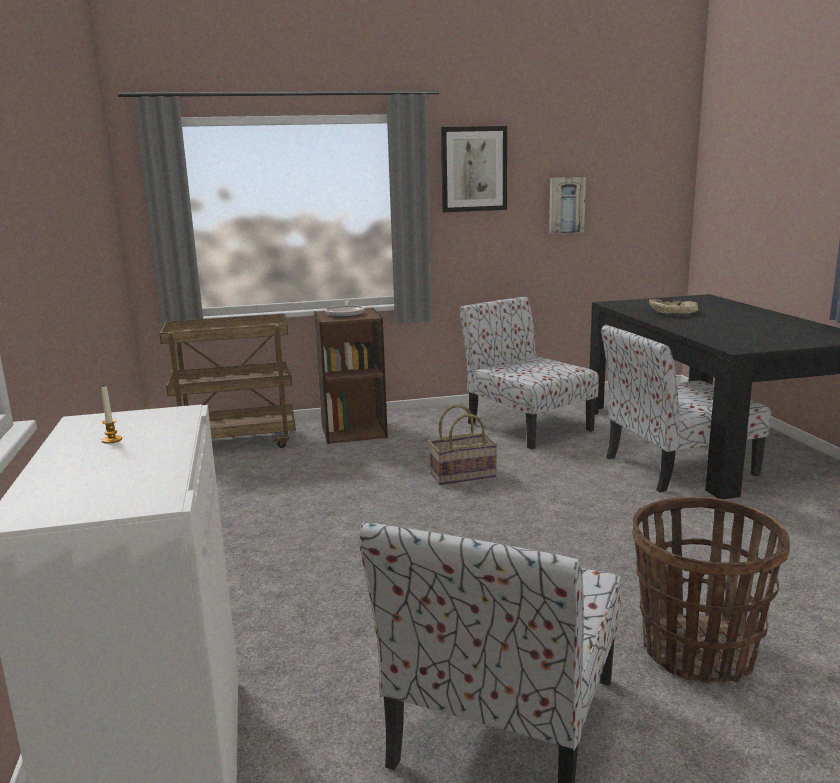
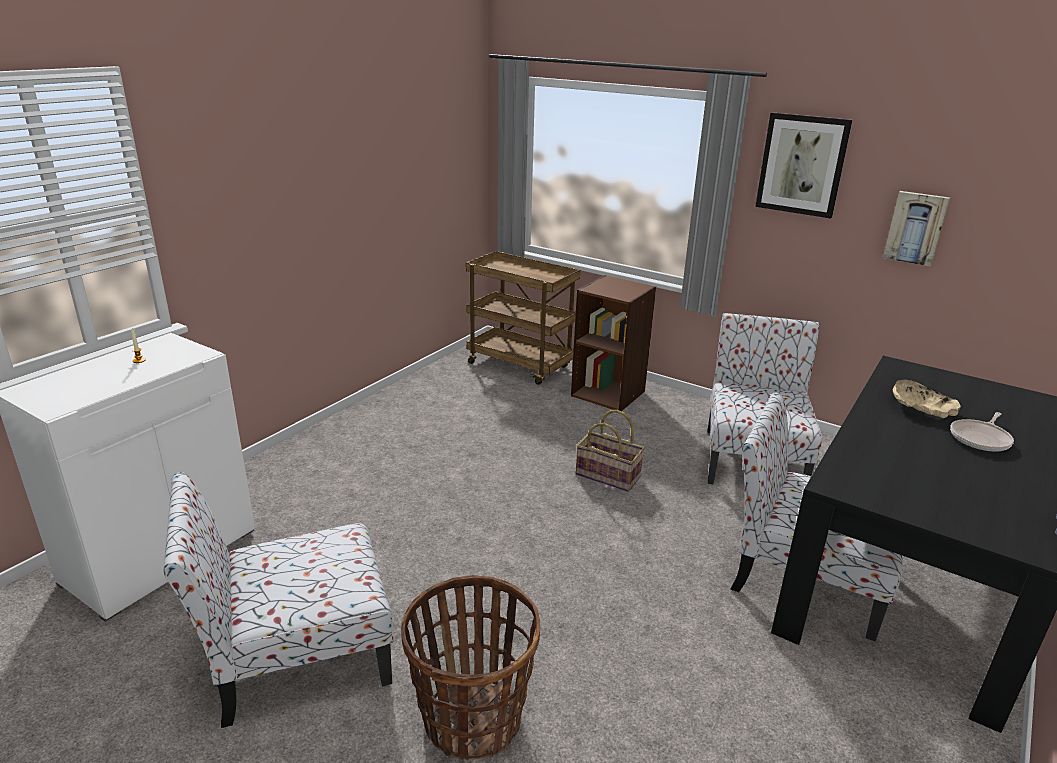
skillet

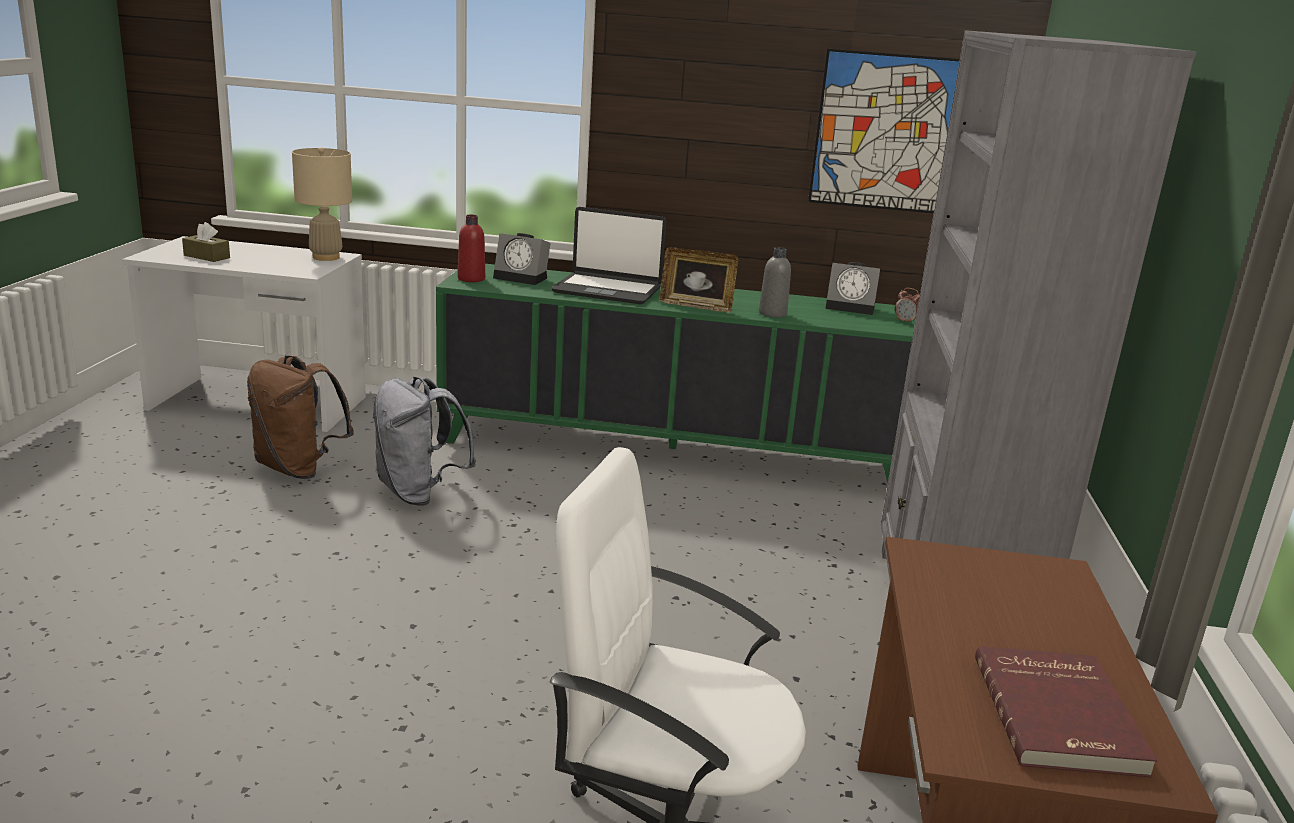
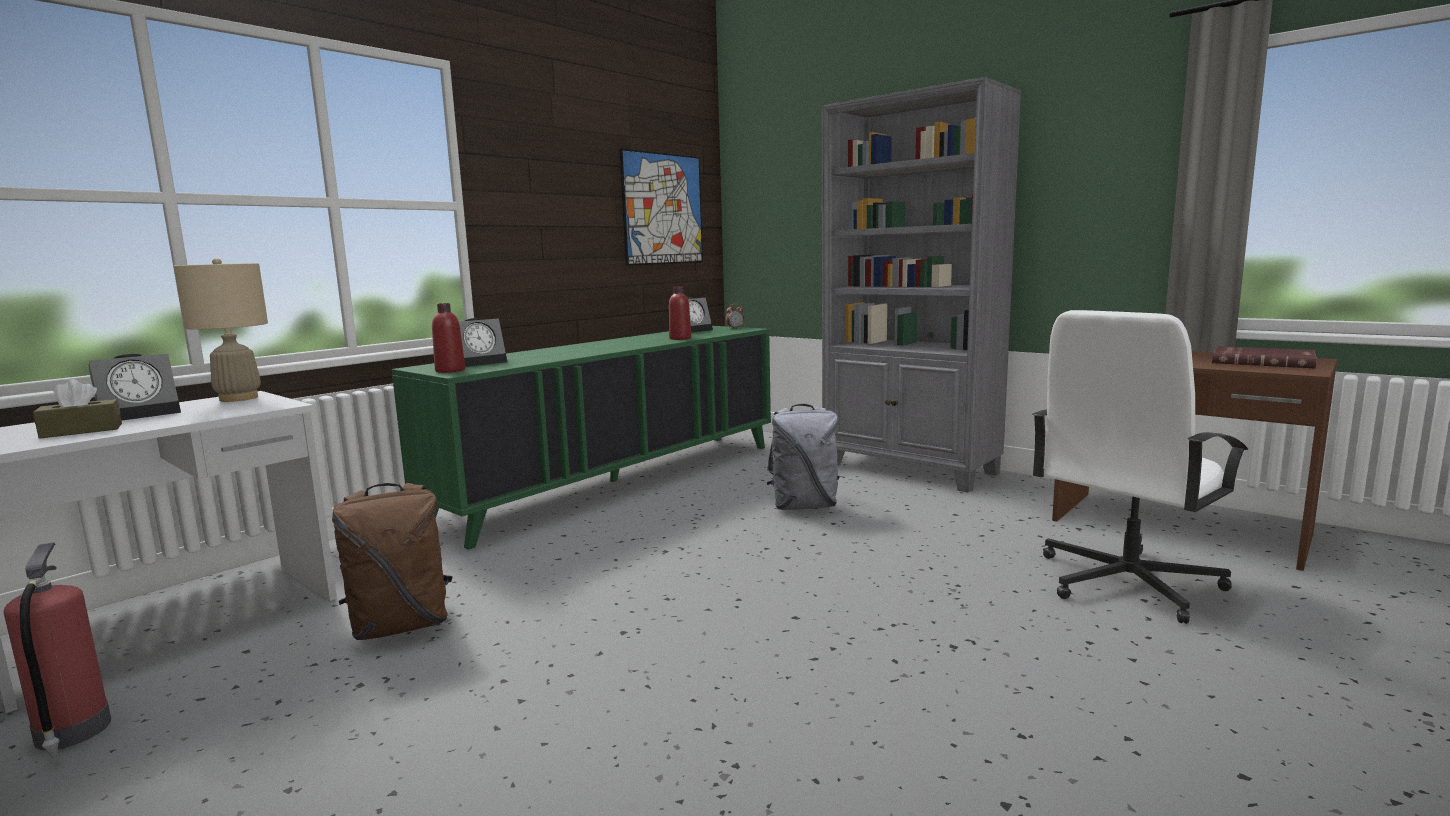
portable computer; standing frame; fire-fighting cylinder; table clock (1st from left); backpack/grey; drink bottle/red (2nd from left)

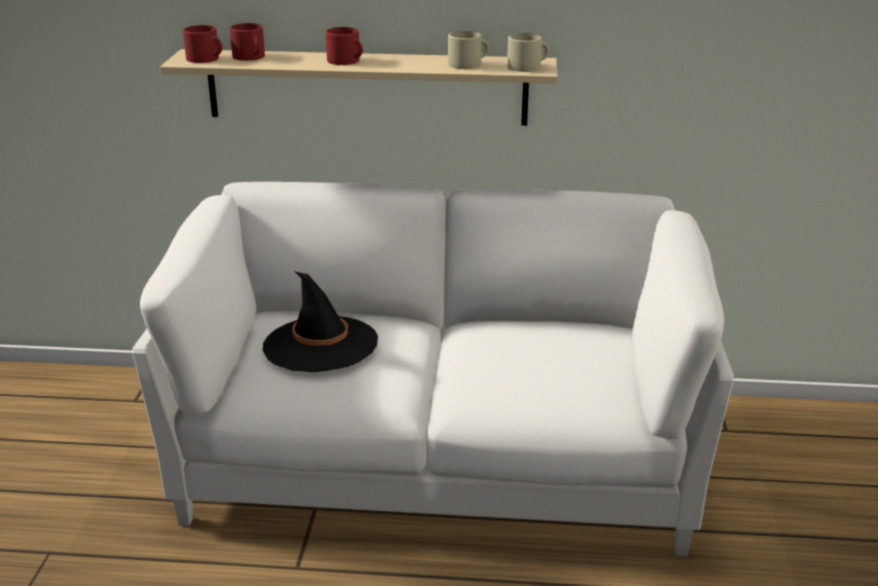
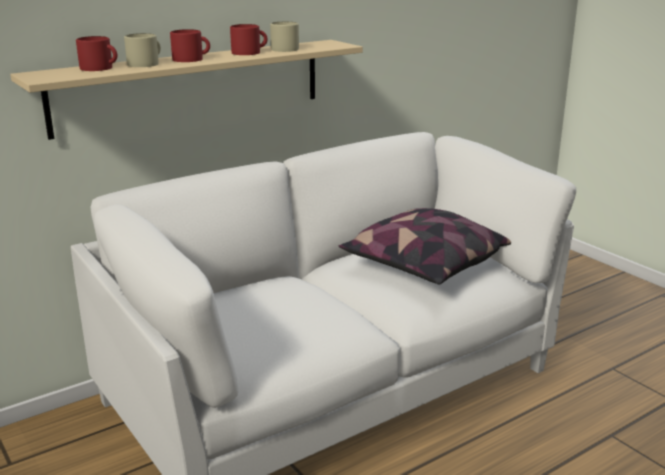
wearable hat/blackish; cushion; coffee mug/red (3rd from left); coffee mug/sand-coloured (1st from left)

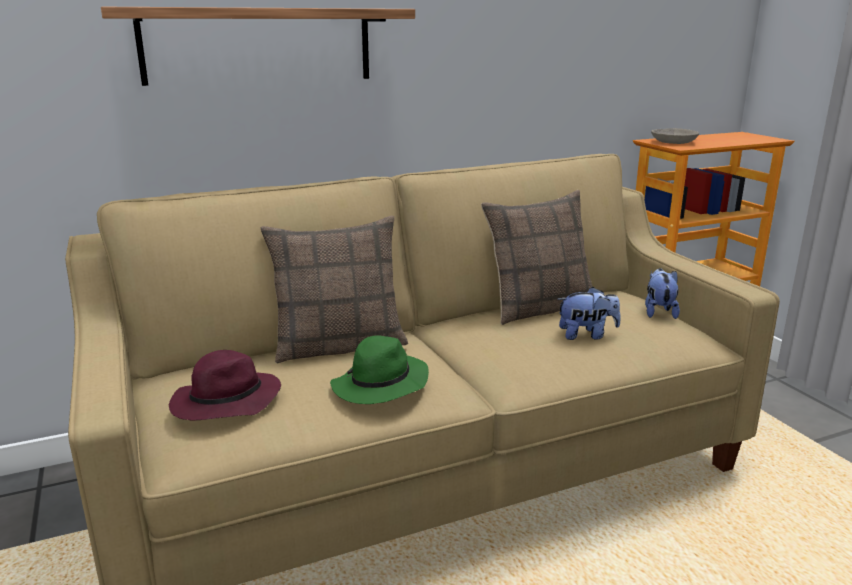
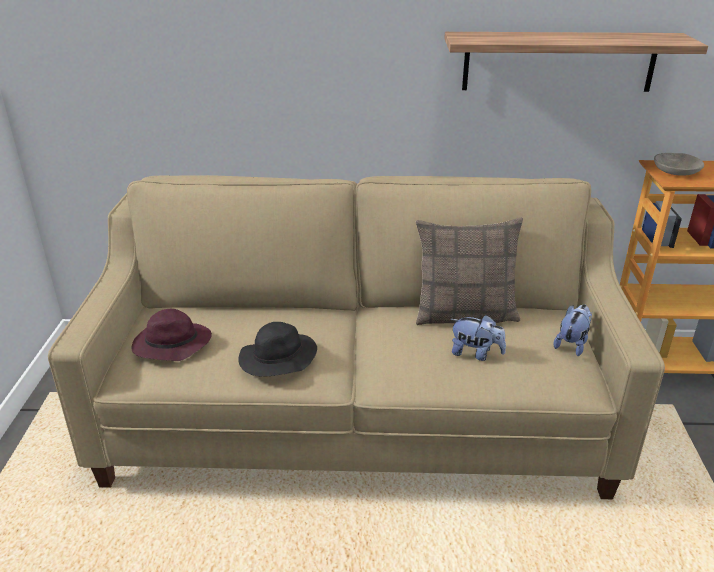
cushion (1st from left in the first image); bracket shelf; wearable hat/blackish

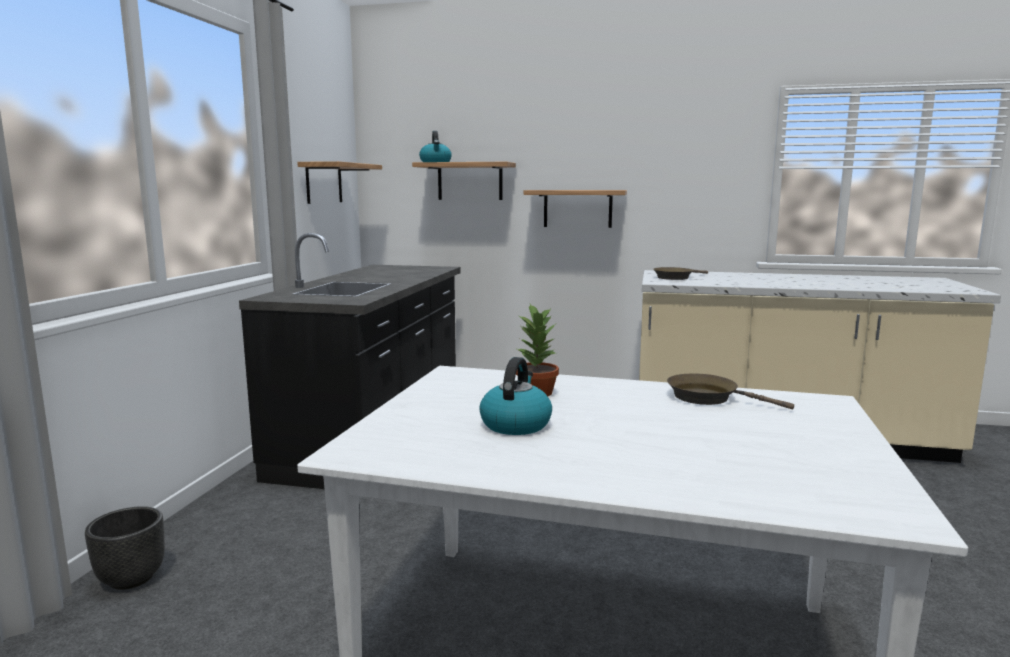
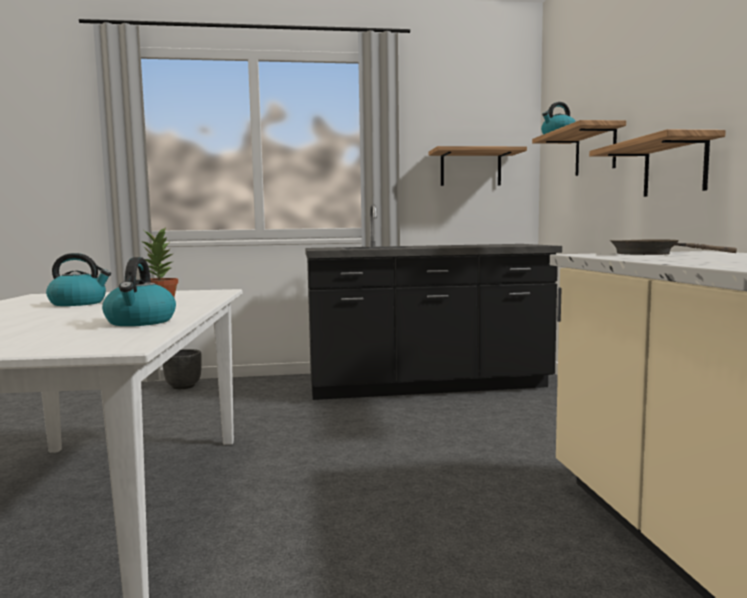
tea kettle (2nd from left)

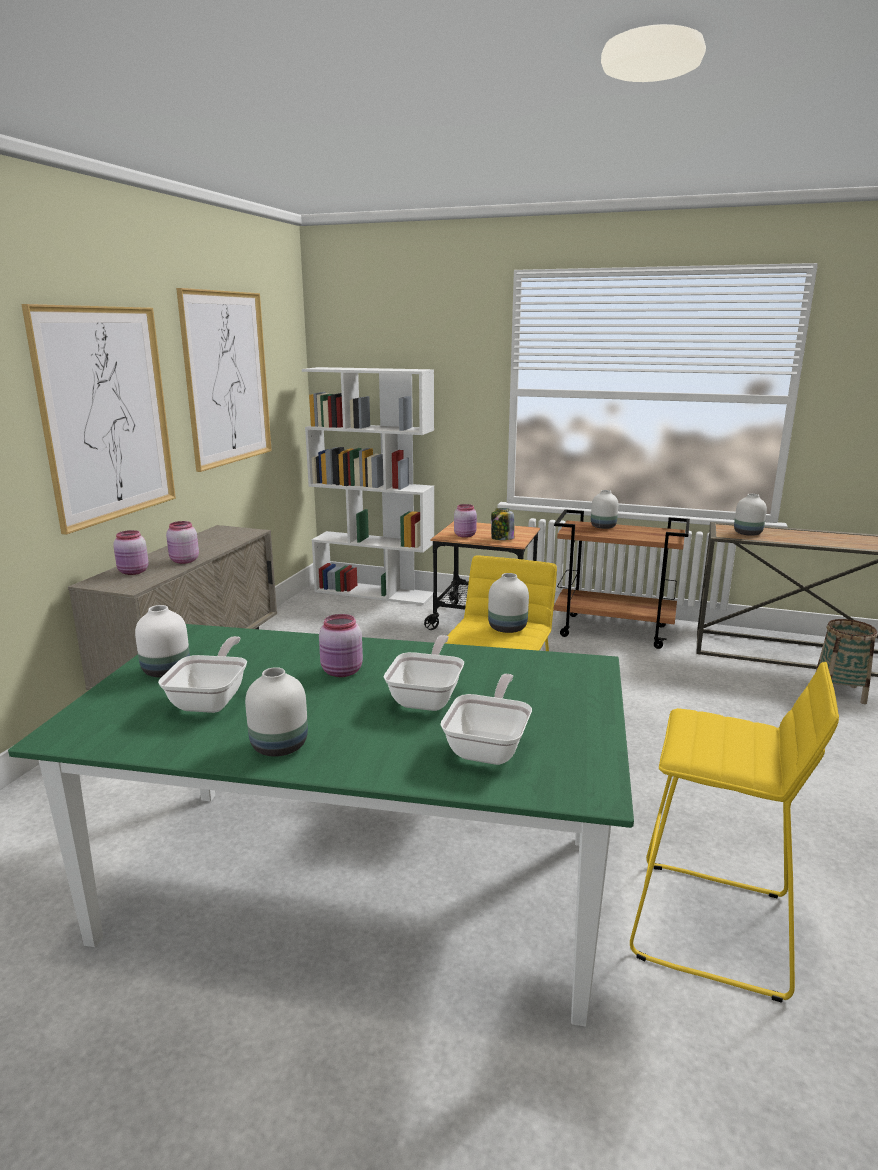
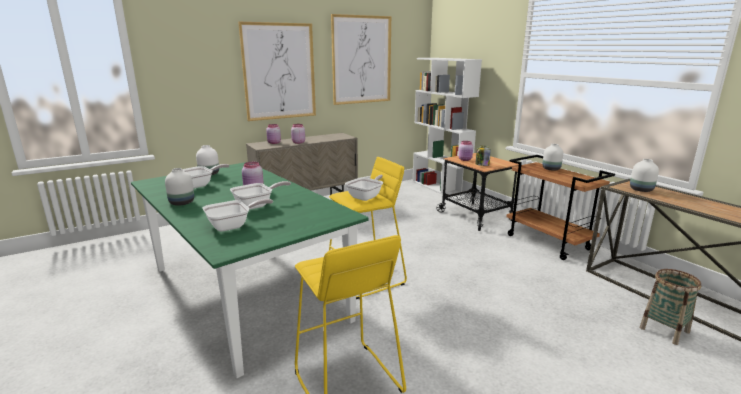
skillet (4th from left)

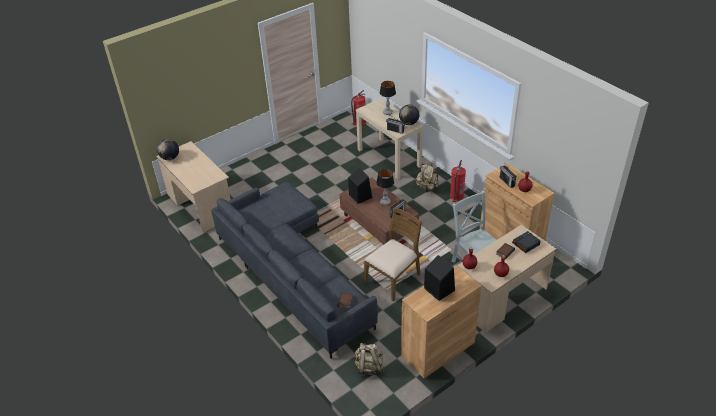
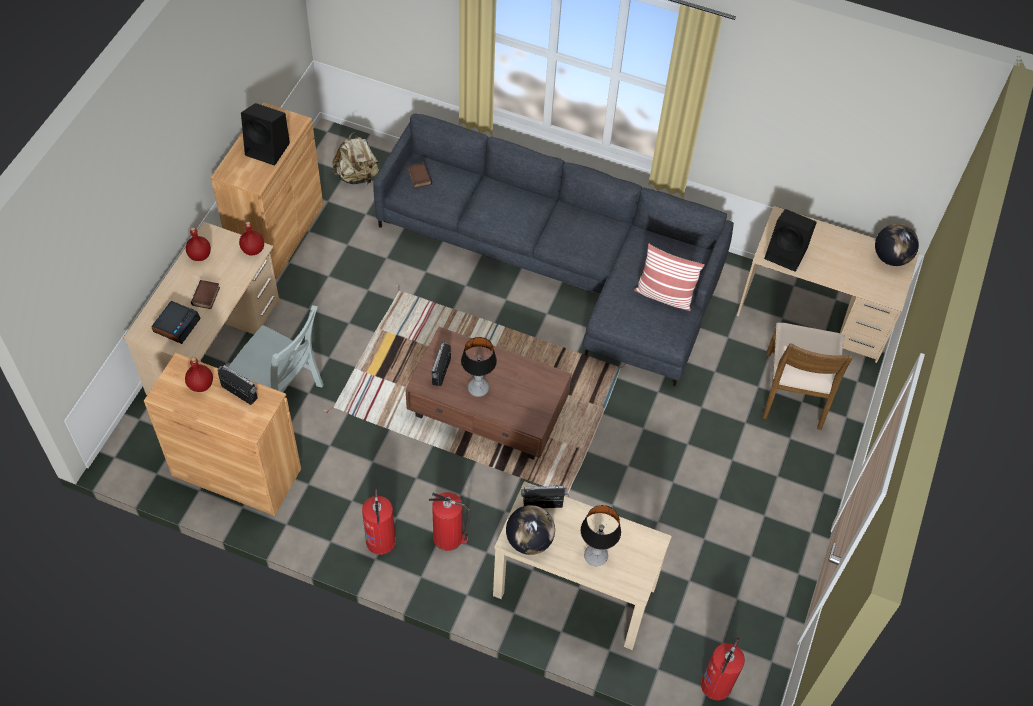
cushion; audio speaker/blackish (2nd from left); upright chair/brownish; fire-fighting cylinder (2nd from left)

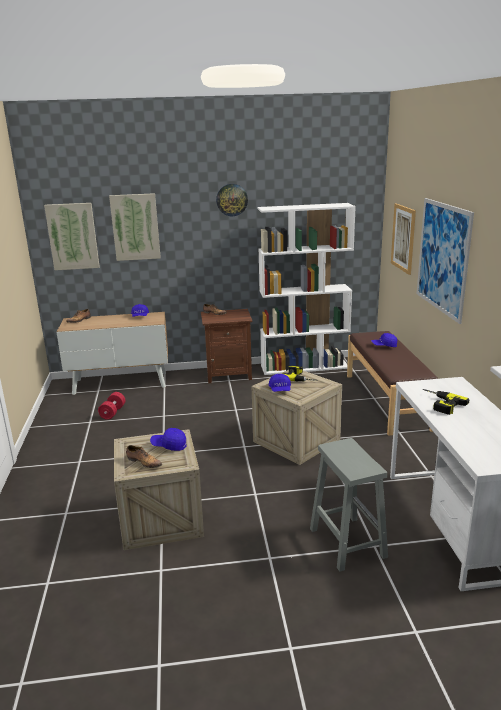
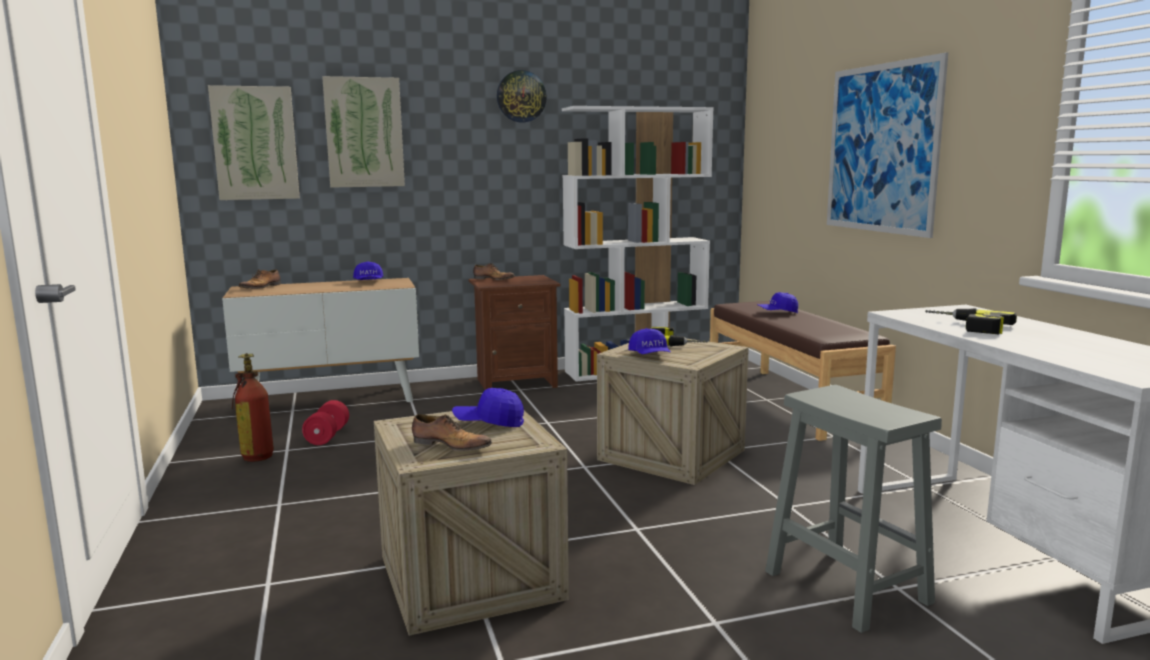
wall art (3rd from left in the first image); fire-fighting cylinder

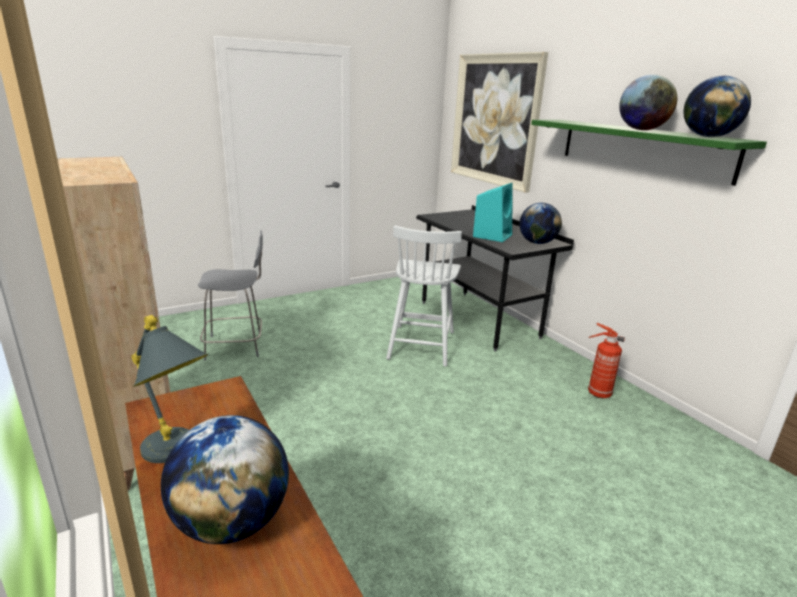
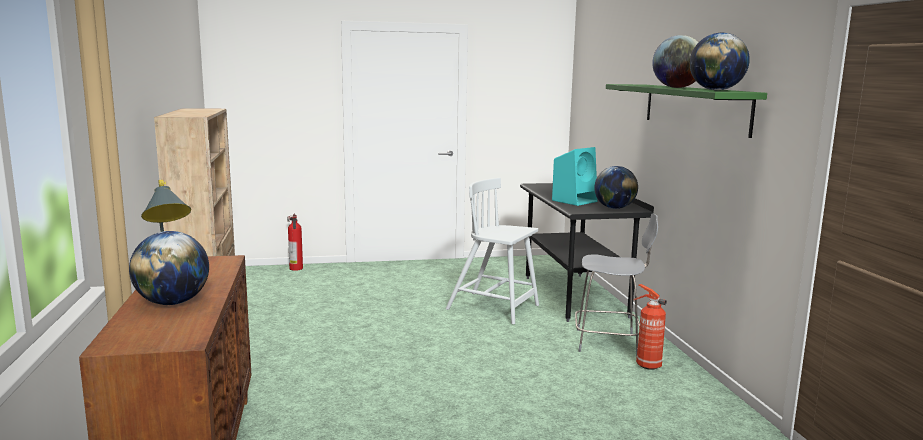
wall art; fire-fighting cylinder (1st from left); stool seat/grey; upright chair/whitish

